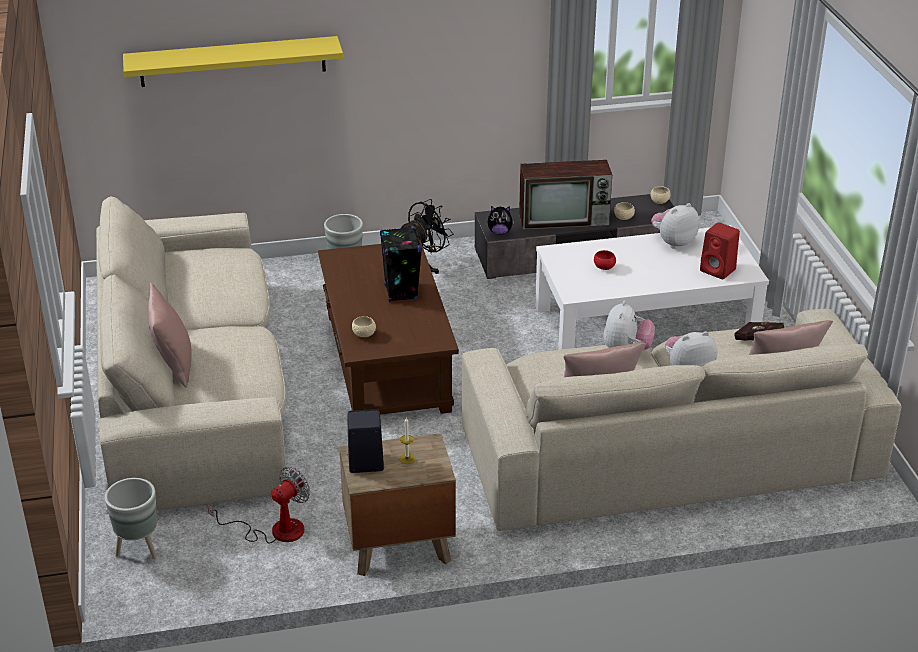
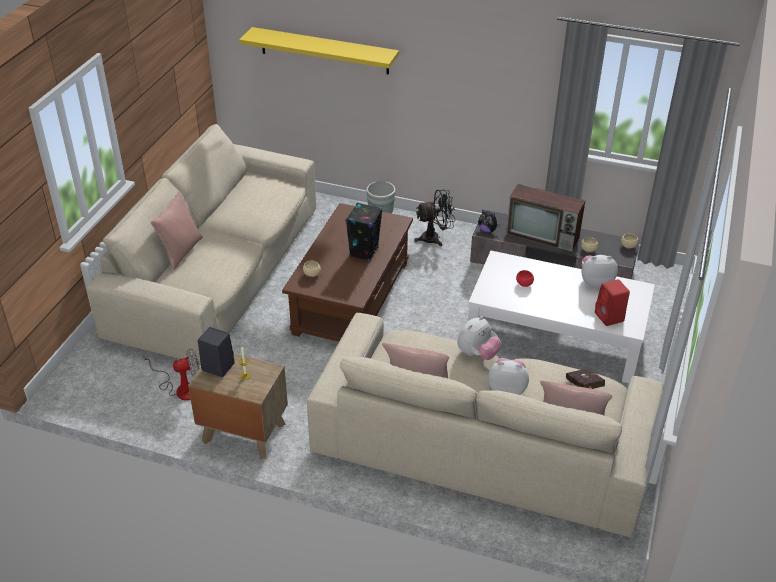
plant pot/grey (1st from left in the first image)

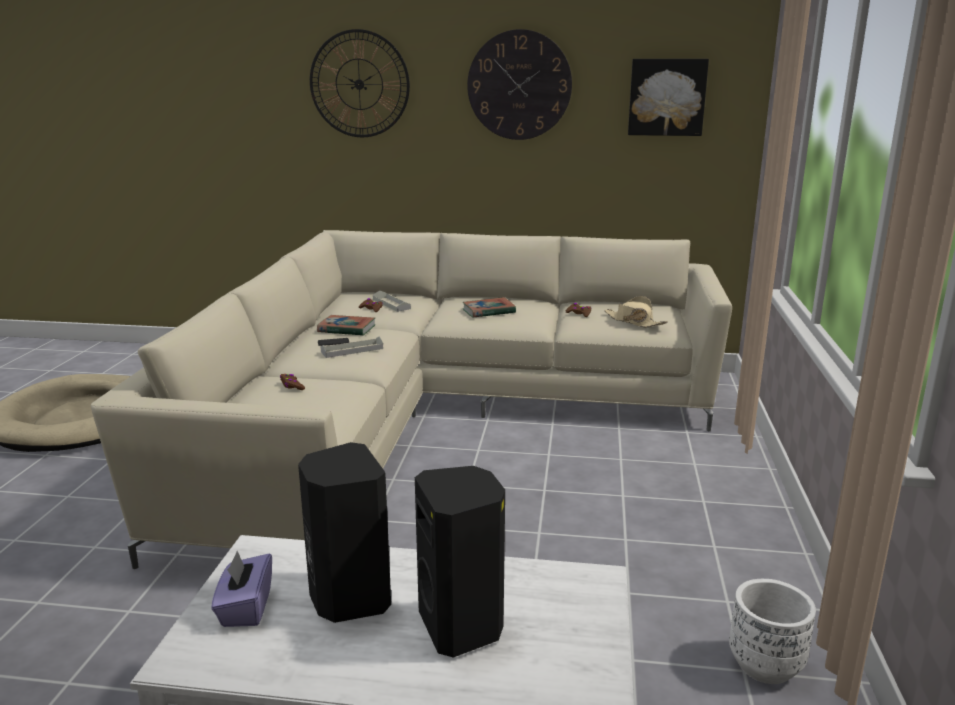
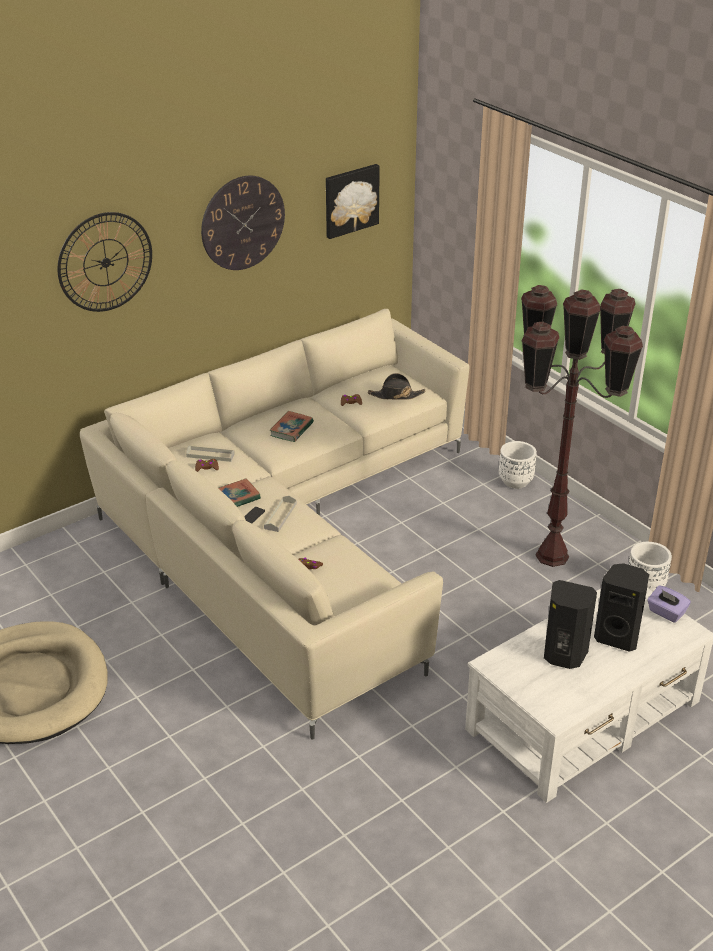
plant pot/whitish (1st from left); standing lamp/brownish; box of tissues/purple; wearable hat/blackish

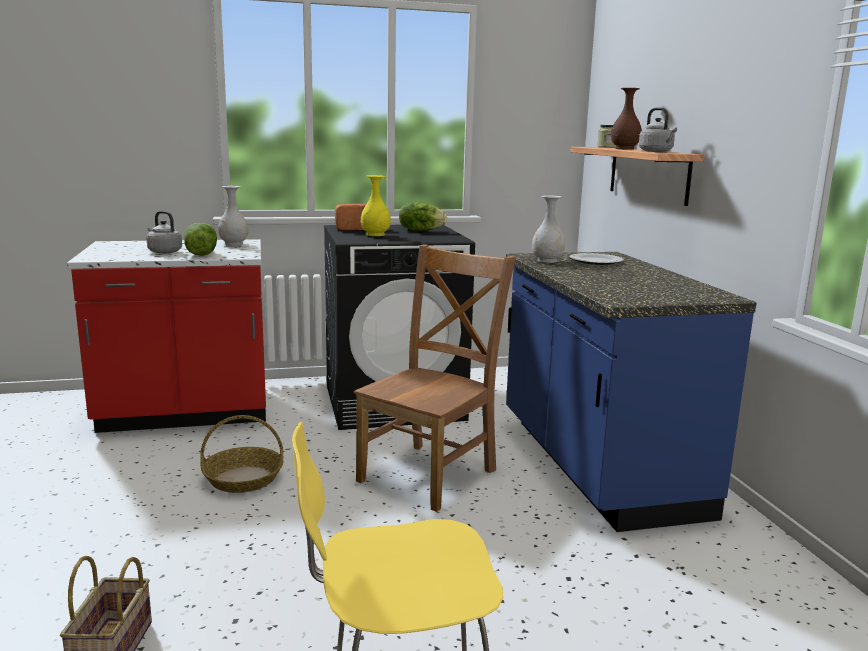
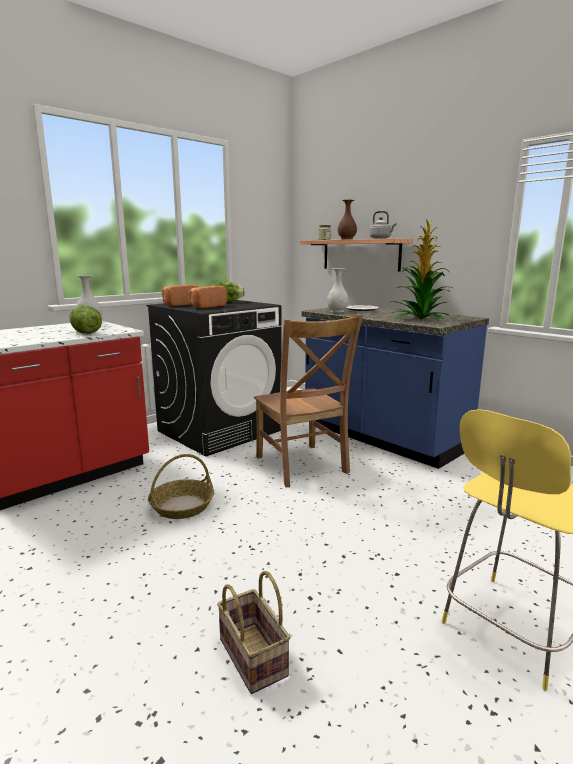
tea kettle/grey (1st from left in the first image); plant in a pot; baked bread (2nd from left); upright chair/brownish

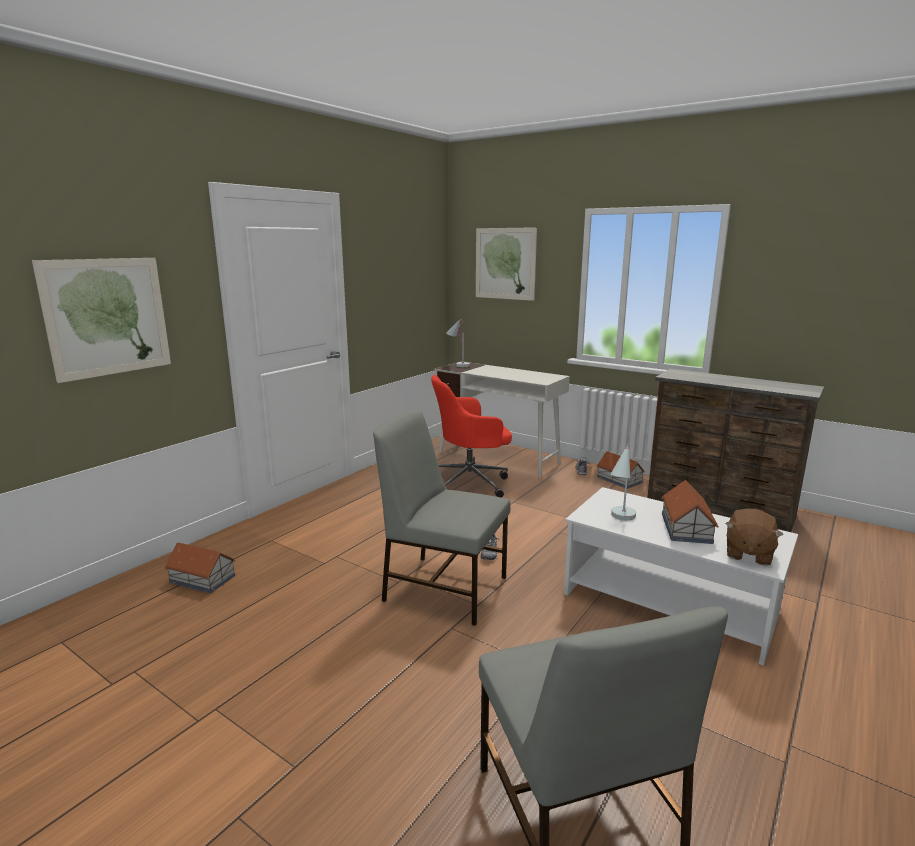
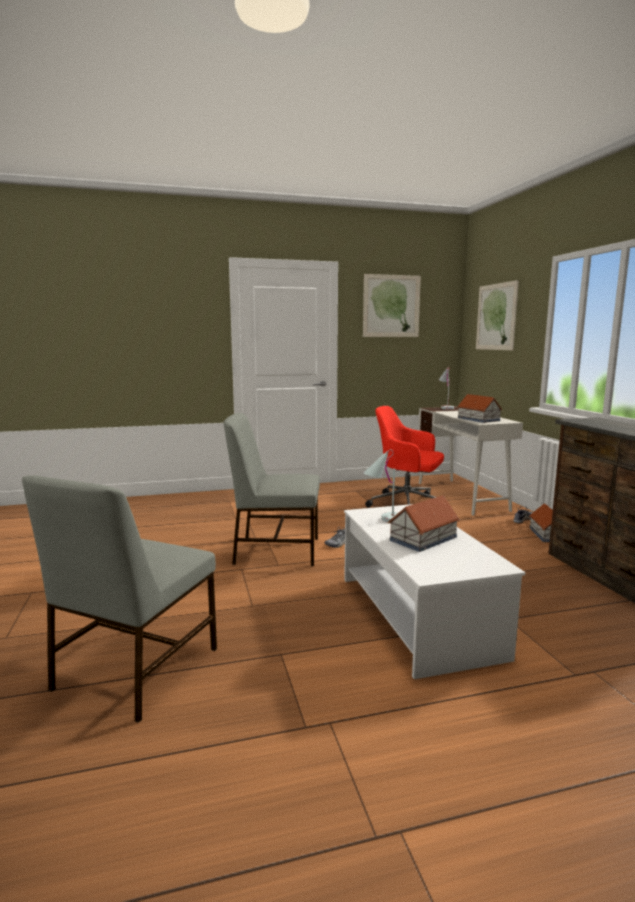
soft toy/brownish; wall art (1st from left); miniature house (2nd from left); upright chair/grey (2nd from left)

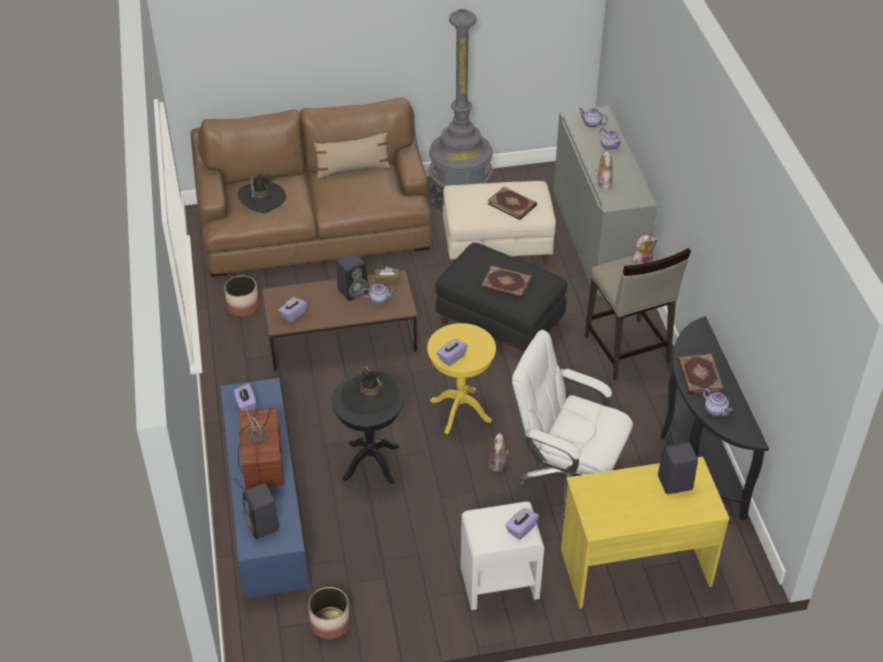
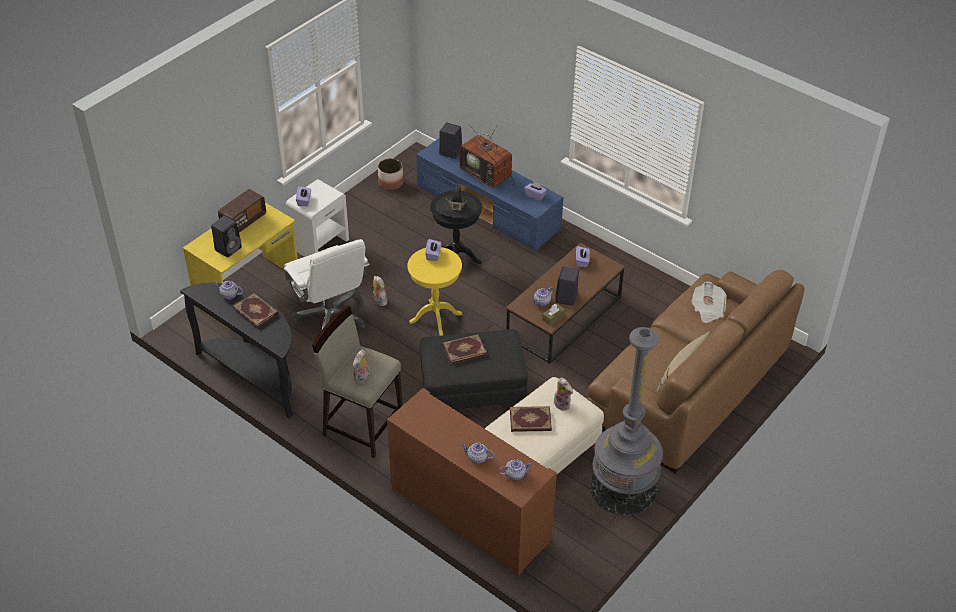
plant pot (1st from left in the first image); radio set; soft toy (3rd from left); newspaper; cabinet/brownish; desk chair/whitish

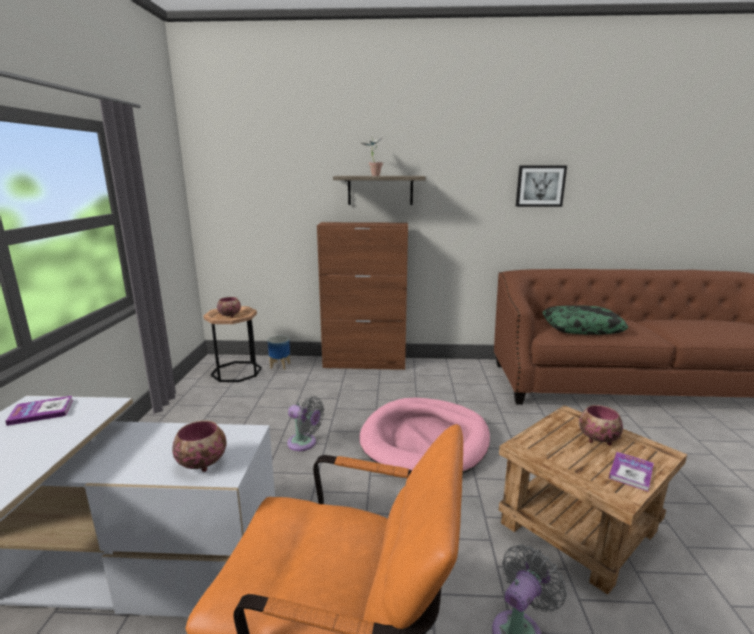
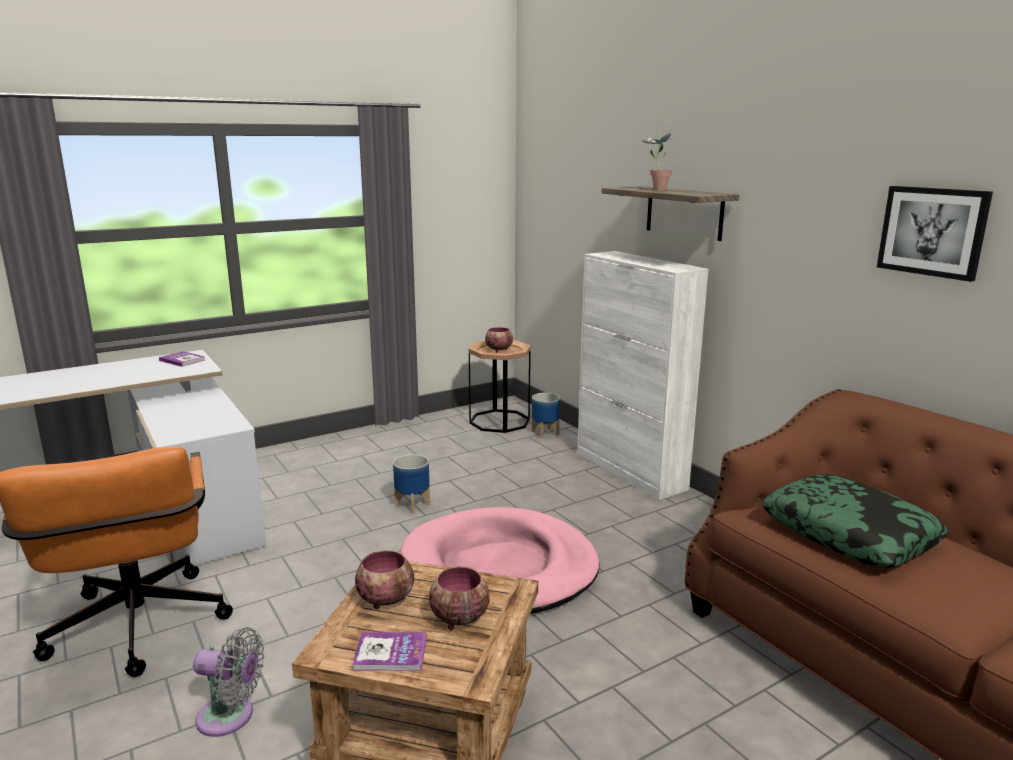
deep dish (1st from left); plant pot (1st from left); cabinet/whitish

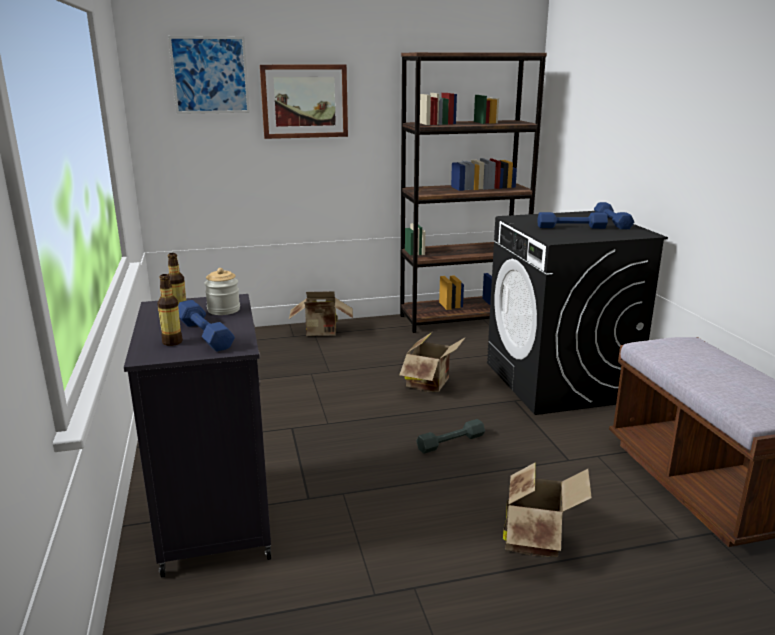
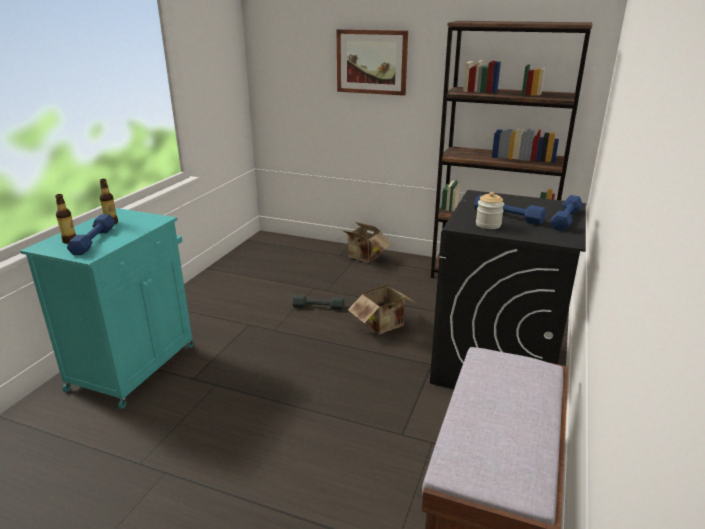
wall art (1st from left in the first image); cardboard box (3rd from left in the first image); jar; hand weight/grey; cabinet/turquoise-coloured

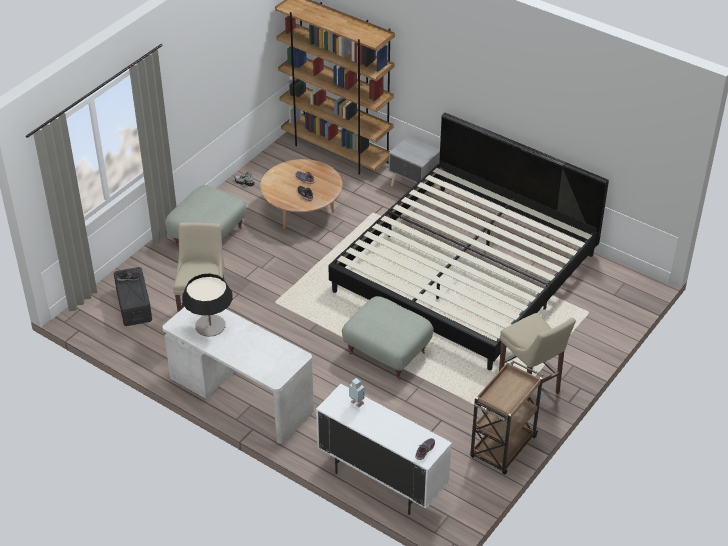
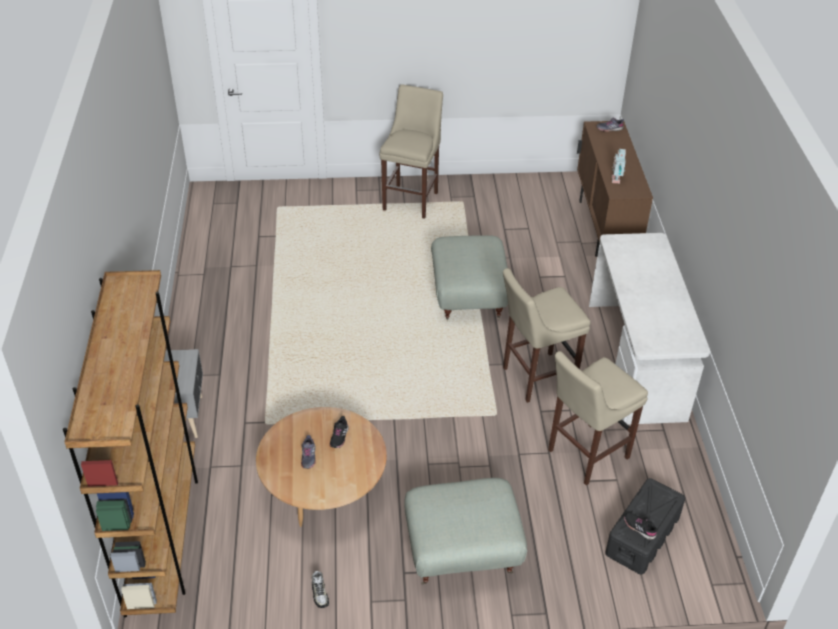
lamp for a table; bed; cart/brownish; stool seat/sand-coloured (2nd from left); cabinet/brownish

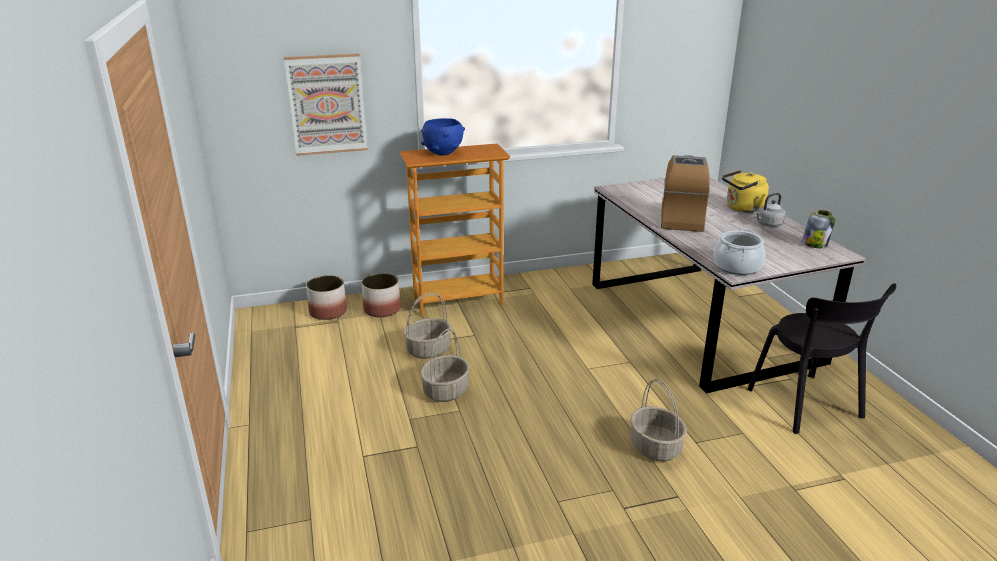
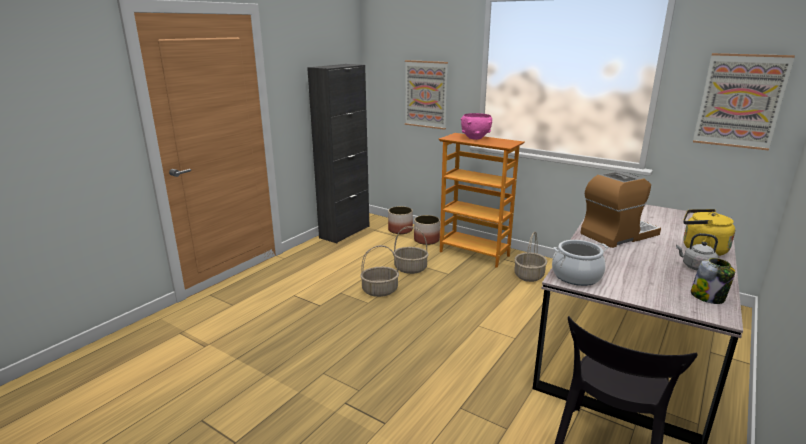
cabinet/blackish; wall art (2nd from left); storage basket (3rd from left); deep dish/pink

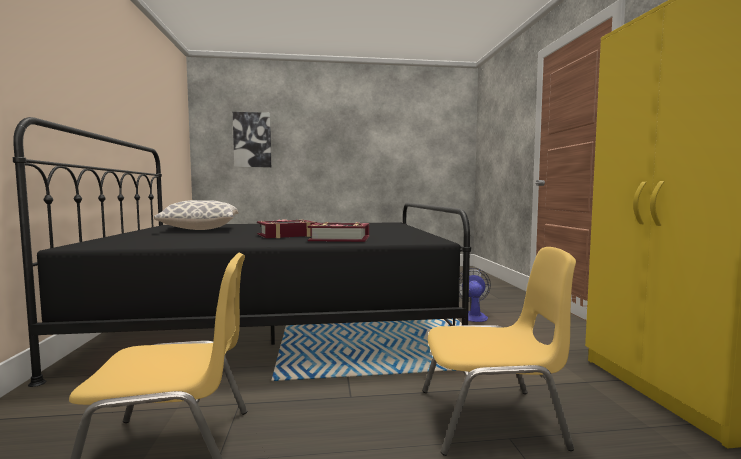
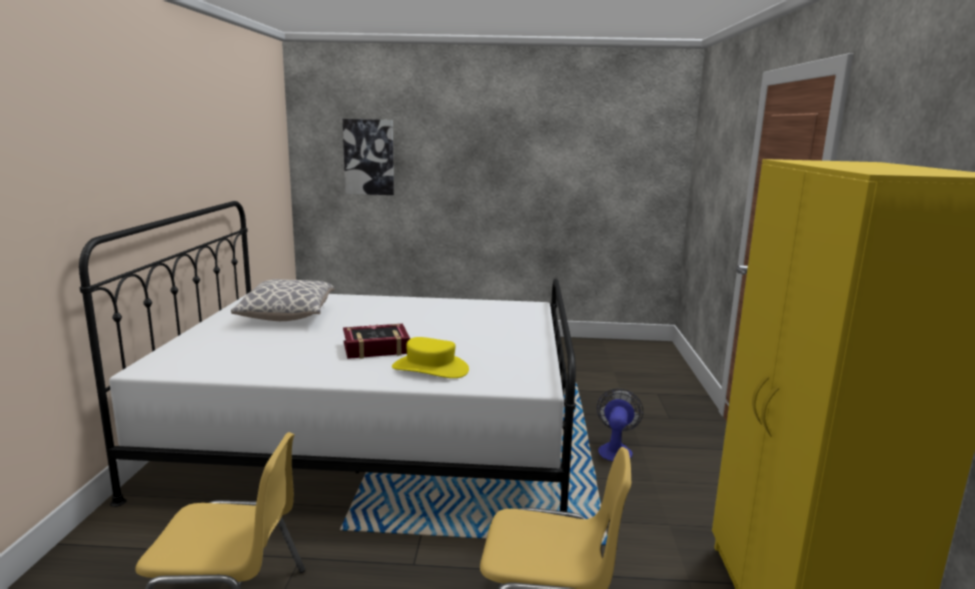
wearable hat/yellowish; bed/whitish

